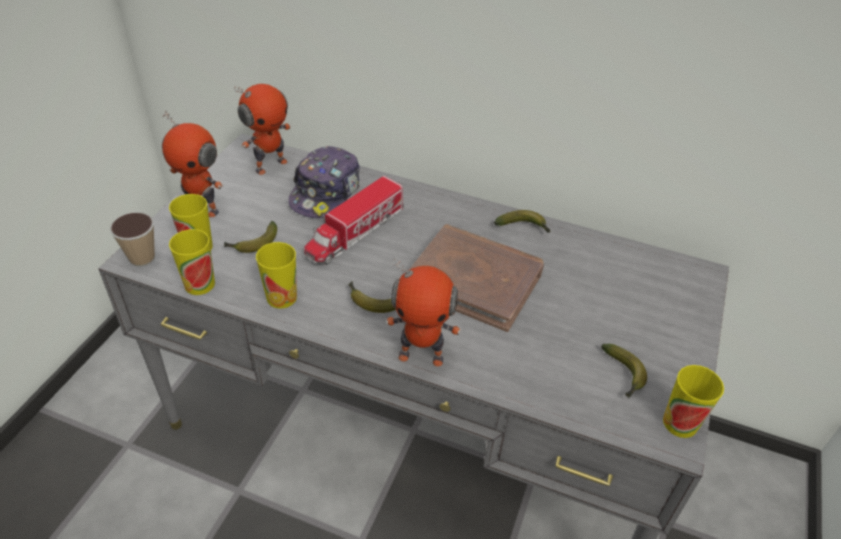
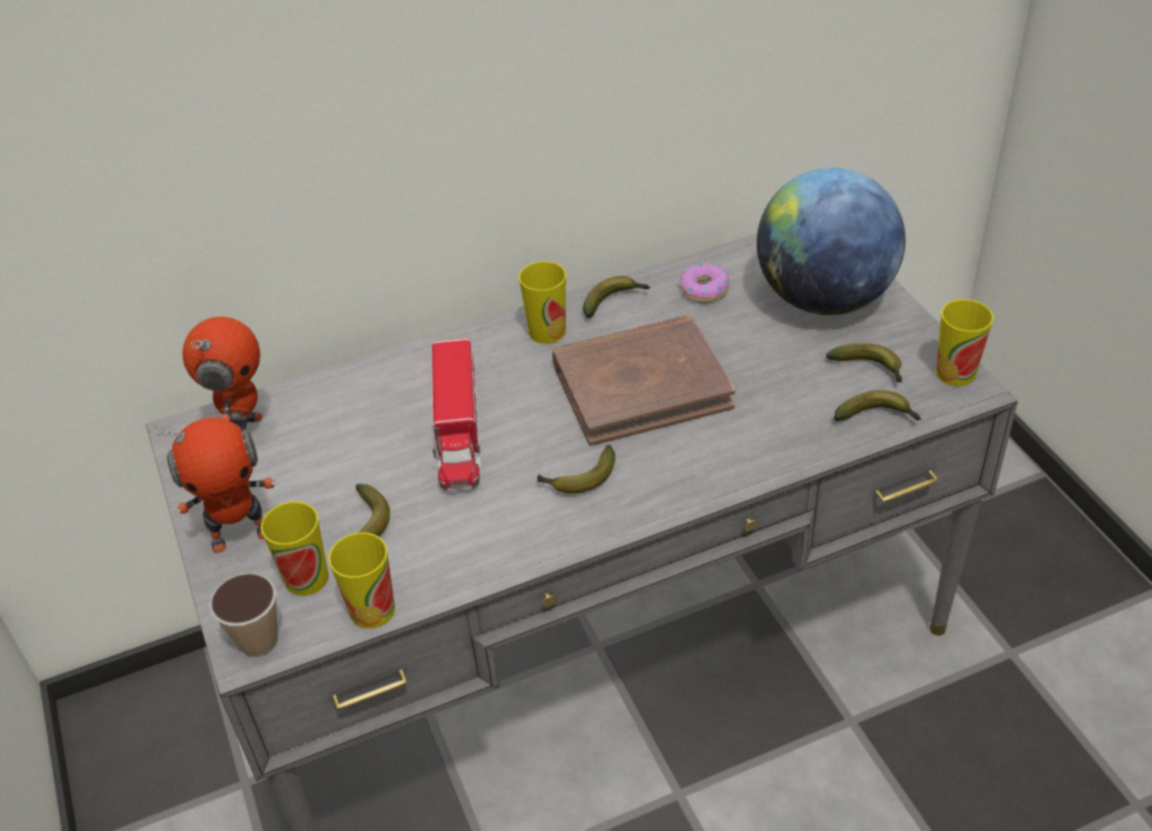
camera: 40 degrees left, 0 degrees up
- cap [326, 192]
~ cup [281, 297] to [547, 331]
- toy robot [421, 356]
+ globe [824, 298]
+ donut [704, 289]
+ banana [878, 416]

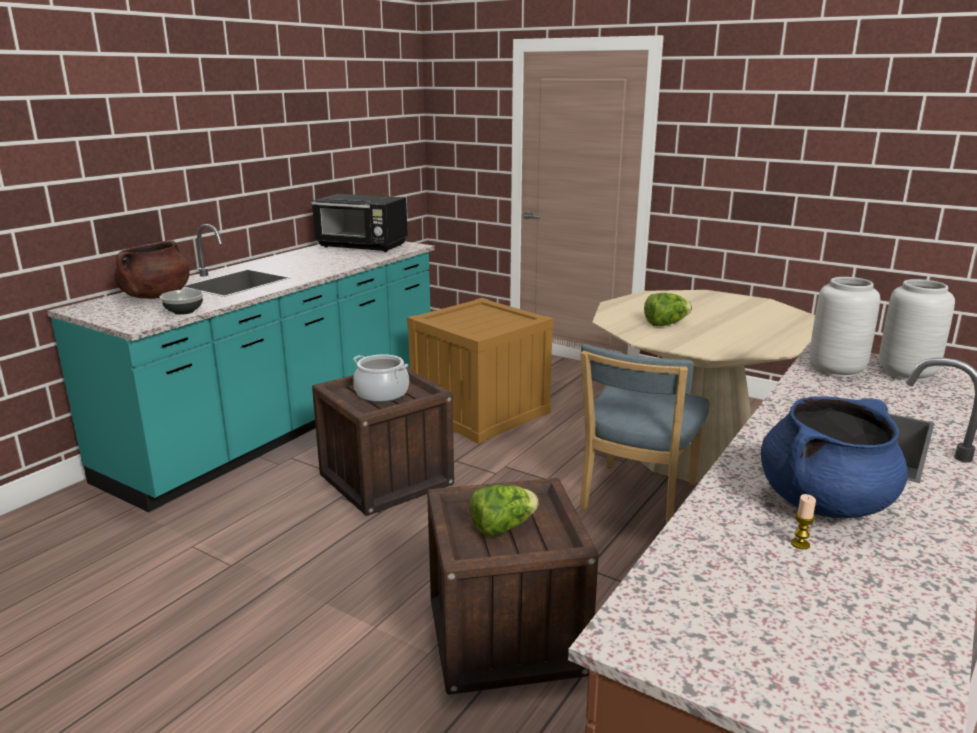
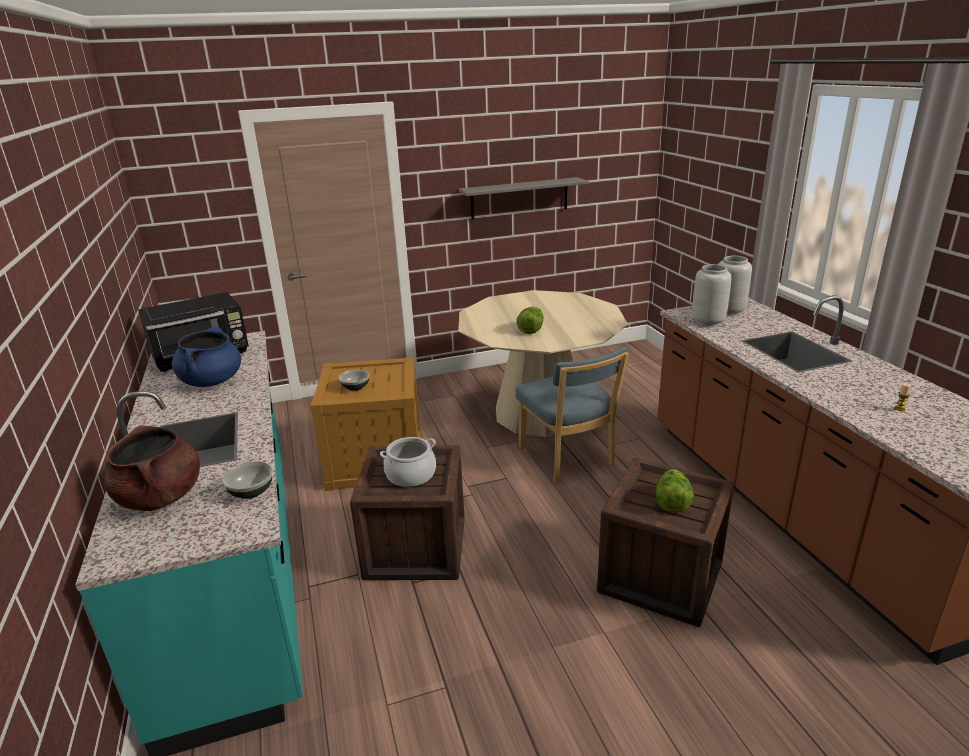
camera: 50 degrees left, 5 degrees up
~ blue cooking pot [824, 502] to [212, 381]
+ grey shelf [519, 198]
+ bowl [355, 387]

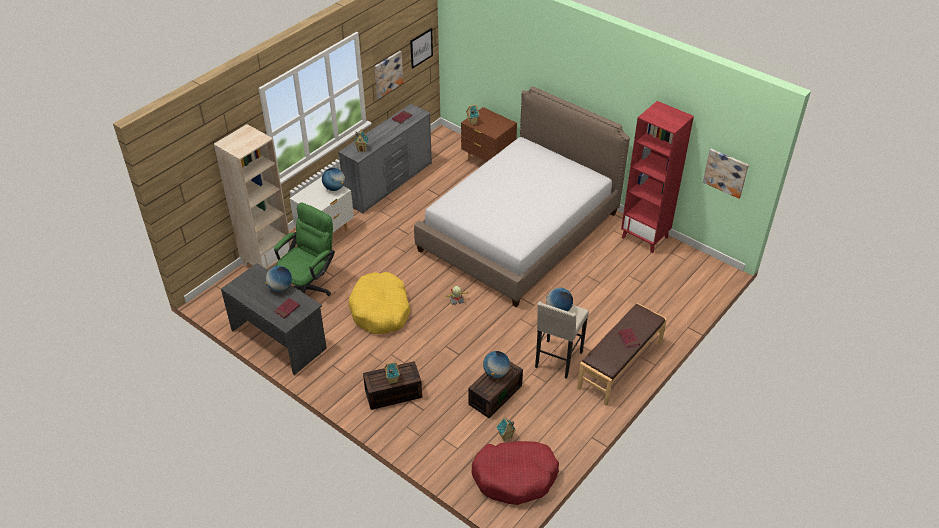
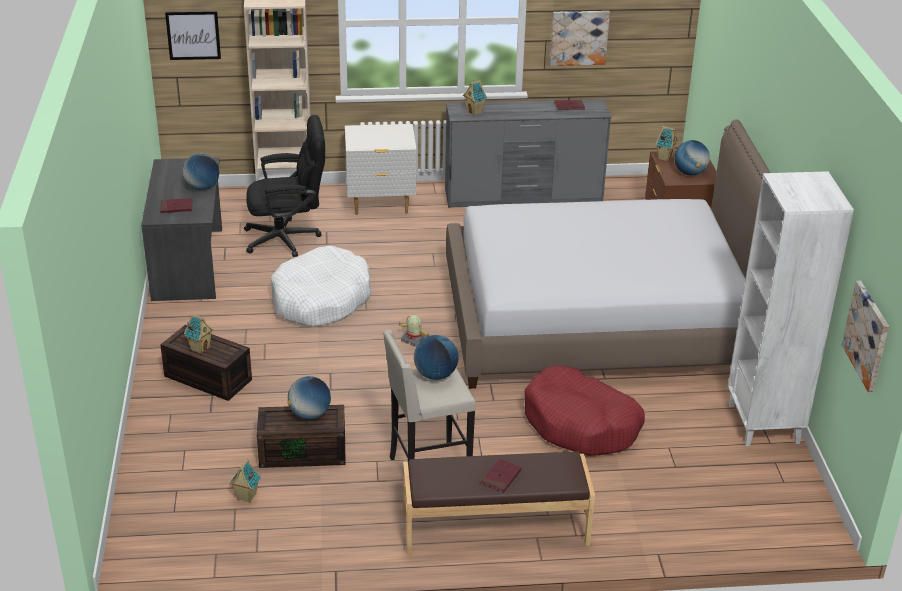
camera: 45 degrees right, 10 degrees down
~ picture [421, 48] to [193, 35]
~ red bookcase [645, 237] to white bookcase [764, 424]
~ globe [334, 188] to [690, 173]
~ green office chair [309, 286] to black office chair [289, 238]
~ yellow dog bed [380, 310] to white dog bed [321, 300]
~ red dog bed [515, 476] to [581, 424]

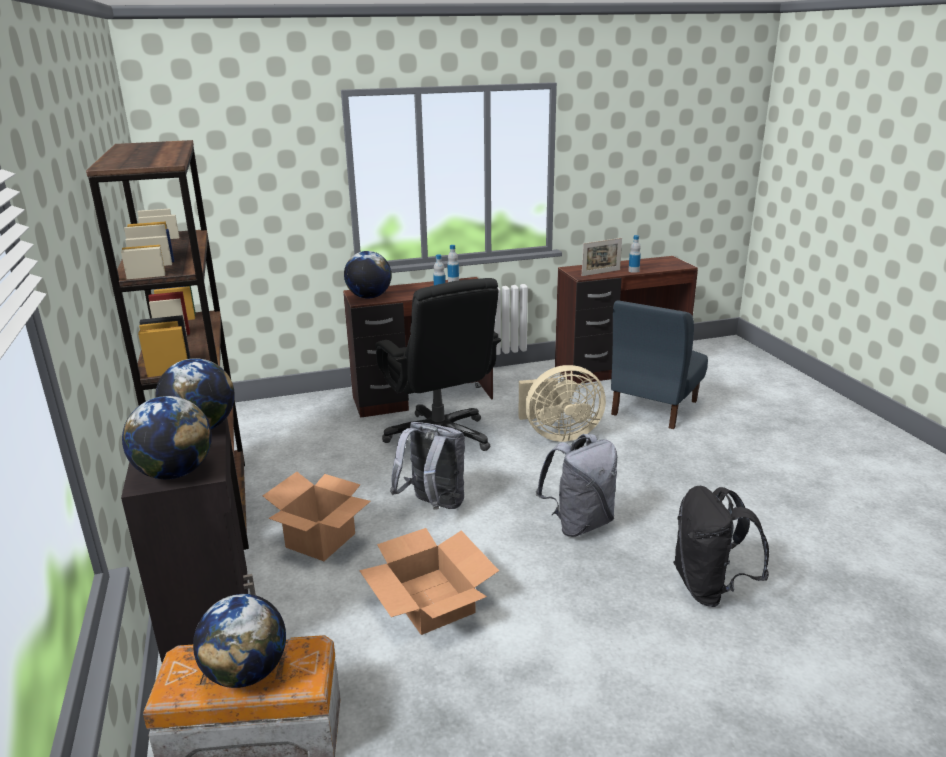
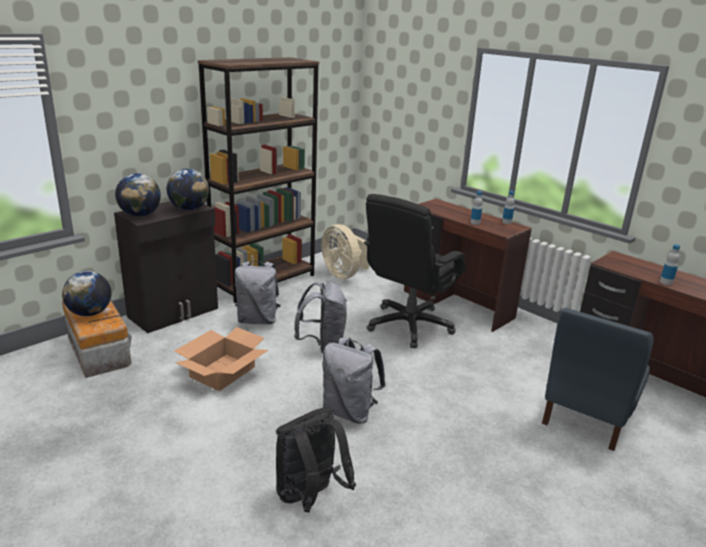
camera: 60 degrees right, 0 degrees up
- picture frame [601, 273]
- globe [369, 297]
~ blue chair [653, 408] = [586, 417] 60 degrees counterclockwise
~ beige fan [558, 434] to [344, 274]
~ cardboard box [321, 540] to grey backpack [258, 320]

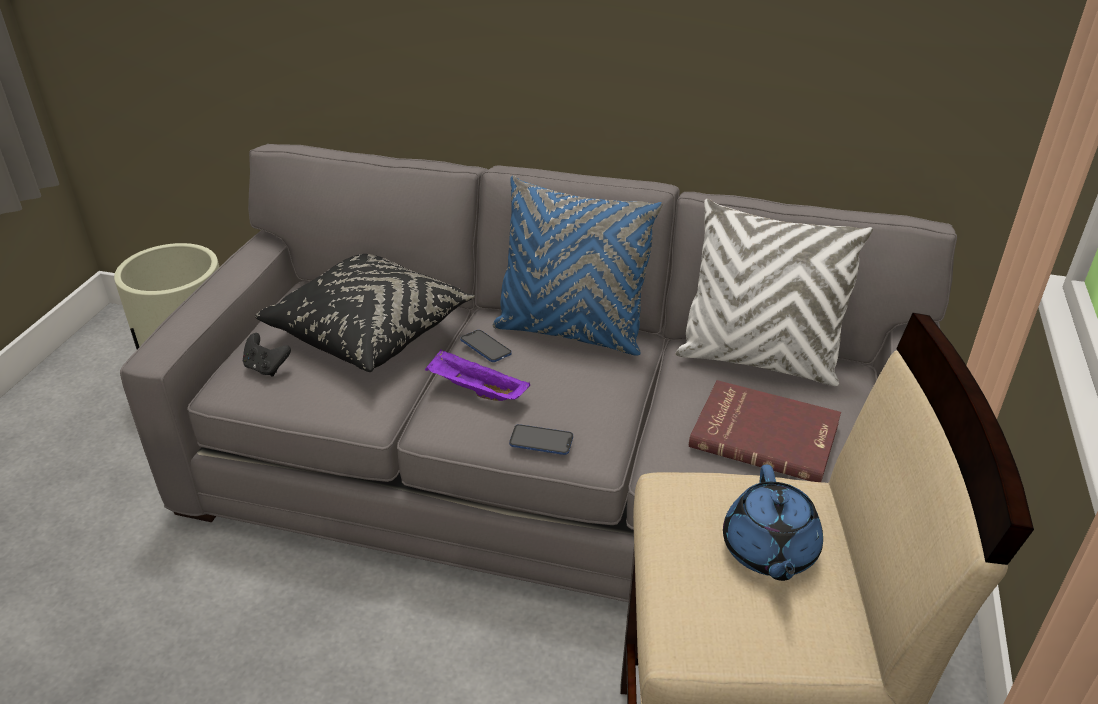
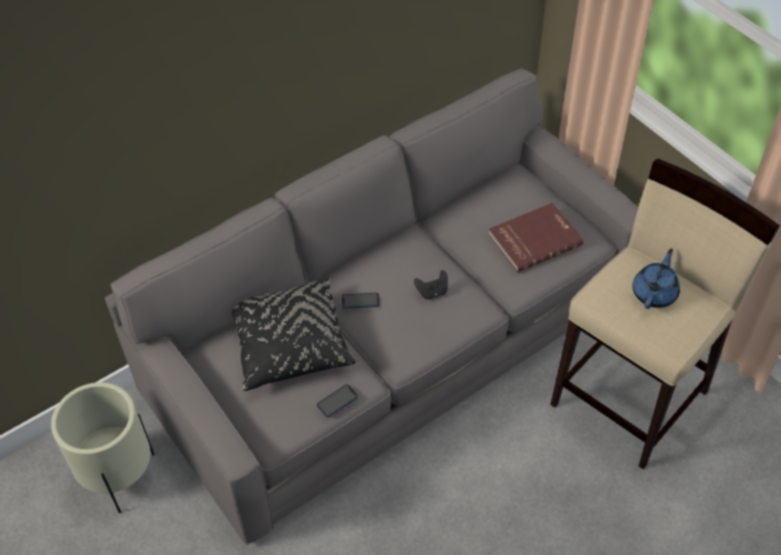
camera: 50 degrees left, 15 degrees up
- blue pillow [571, 332]
- white pillow [758, 360]
~ black game controller [266, 368] to [432, 292]
- purple tray [475, 391]
~ phone [541, 441] to [337, 401]
~ blue teapot [769, 551] = [654, 293] 105 degrees counterclockwise

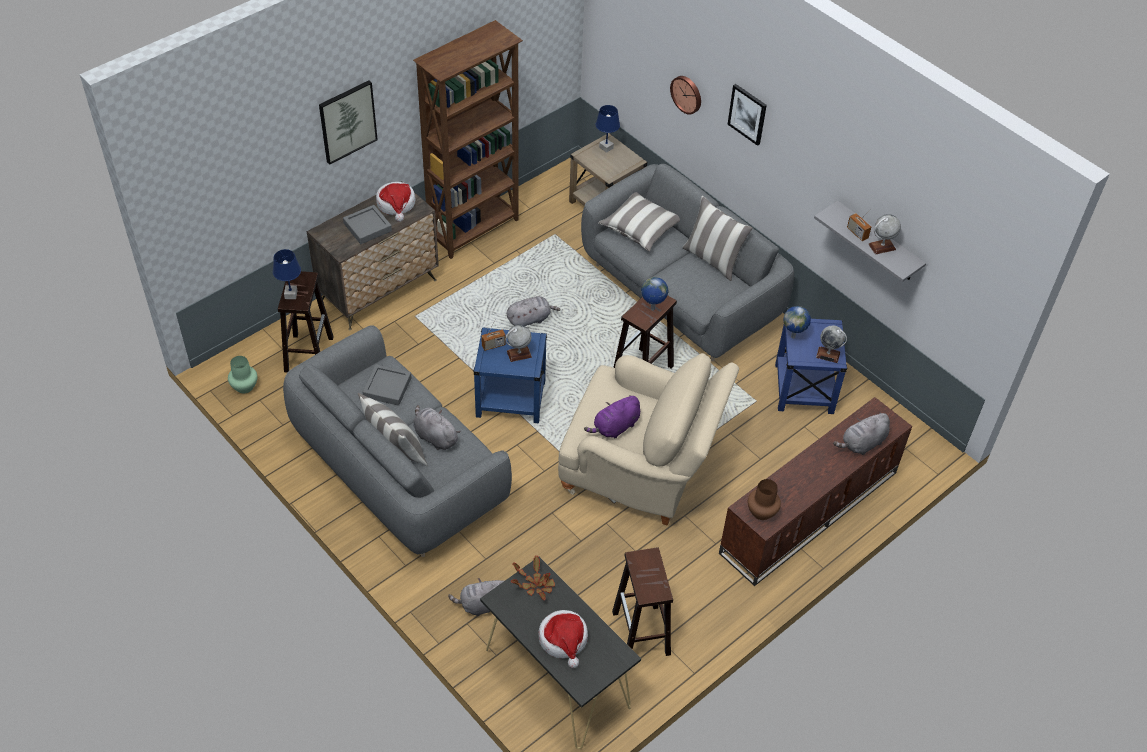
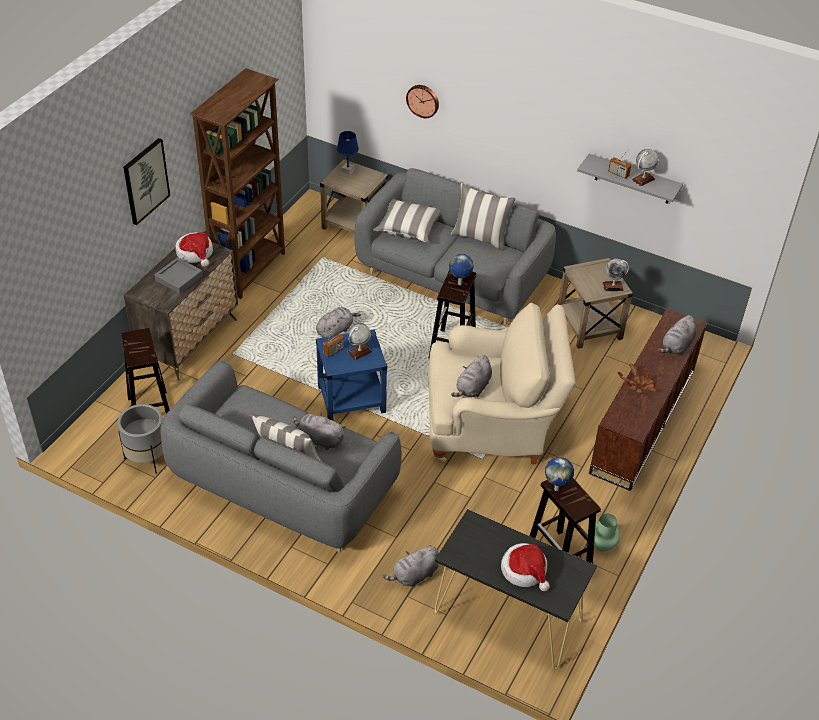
camera: 20 degrees left, 5 degrees down
- picture [747, 114]
- blue table lamp [291, 294]
~ globe [793, 336] to [556, 489]
~ blue side table [804, 389] to beige side table [589, 326]
~ green vase [244, 386] to [602, 544]
- grey tray [387, 387]
~ purple plush toy [615, 427] to grey plush toy [473, 388]
- brown vase [761, 512]
~ potted plant [535, 584] to [637, 385]
+ grey planter [147, 458]

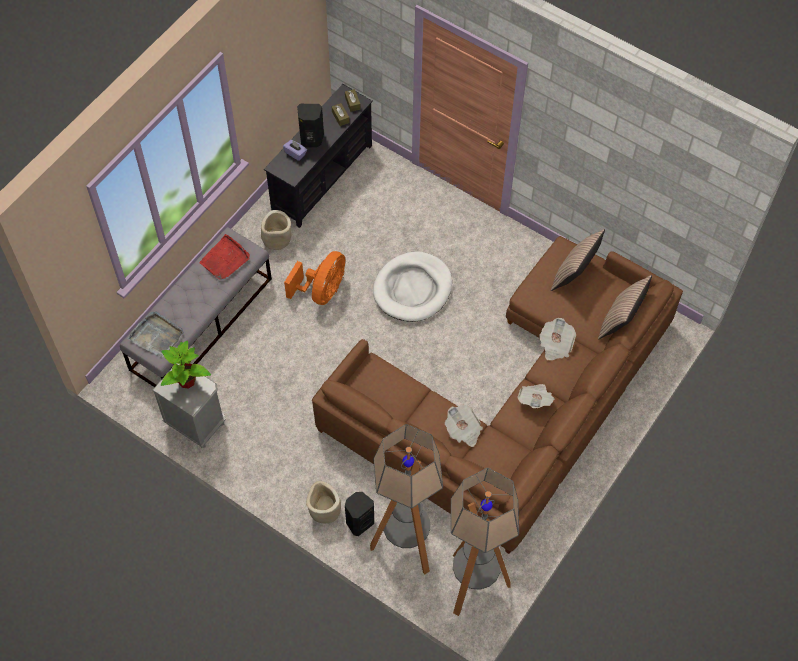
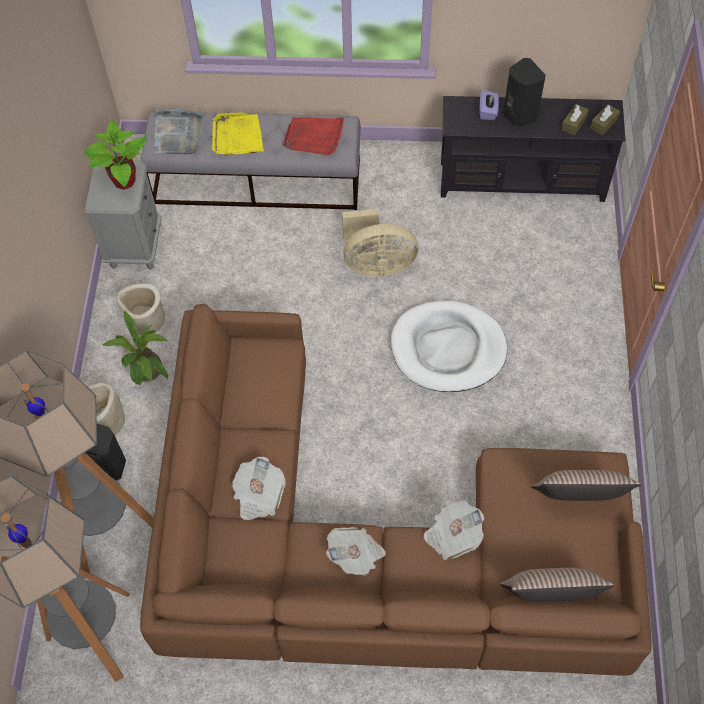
camera: 60 degrees right, 0 degrees up
~ beige planter [277, 240] to [145, 321]
~ orange fan [322, 291] to beige fan [376, 263]
+ yellow tray [237, 136]
+ potted plant [147, 373]

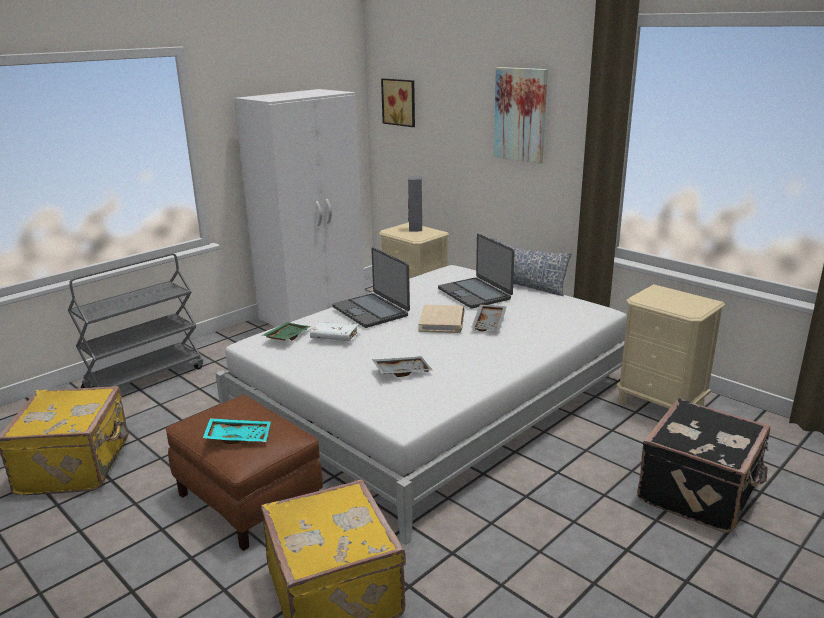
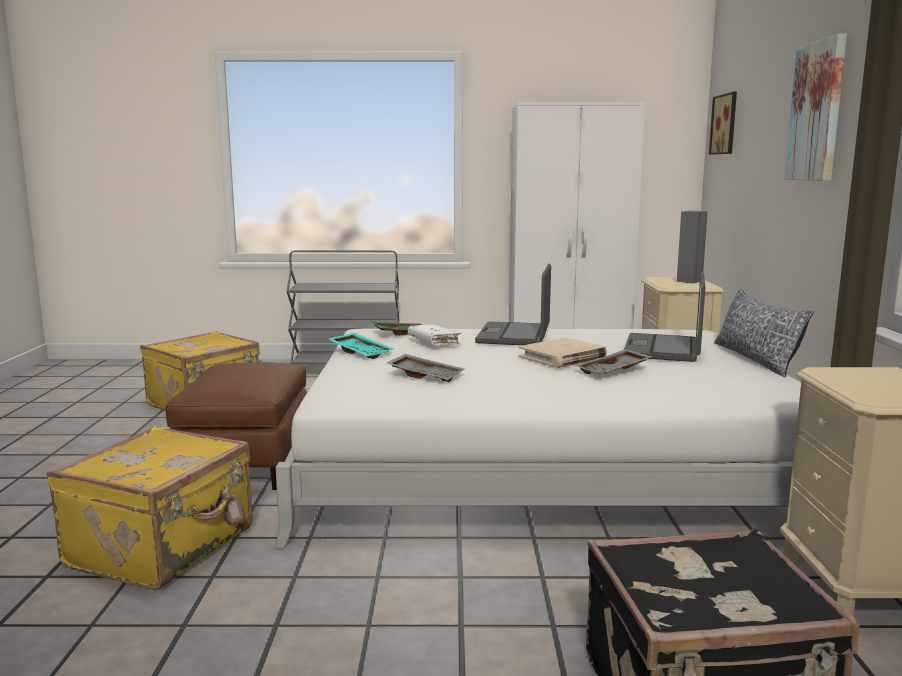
camera: 45 degrees right, 10 degrees down
~ turquoise tray [238, 437] to [362, 353]

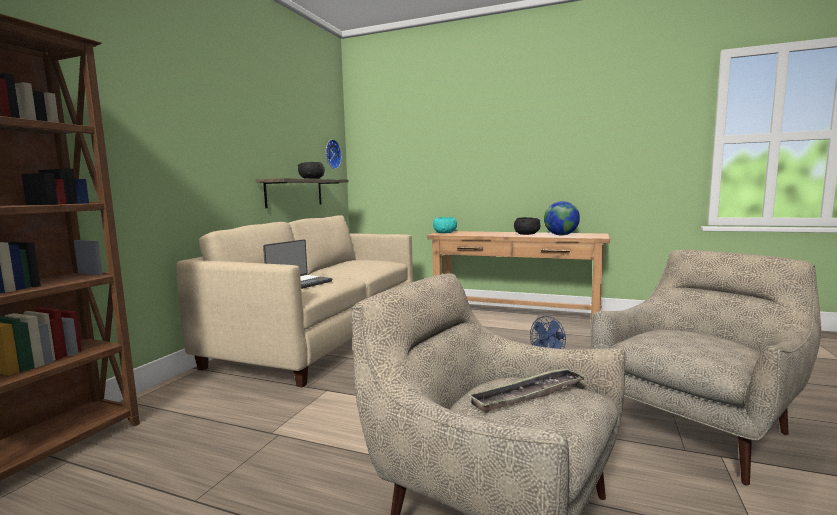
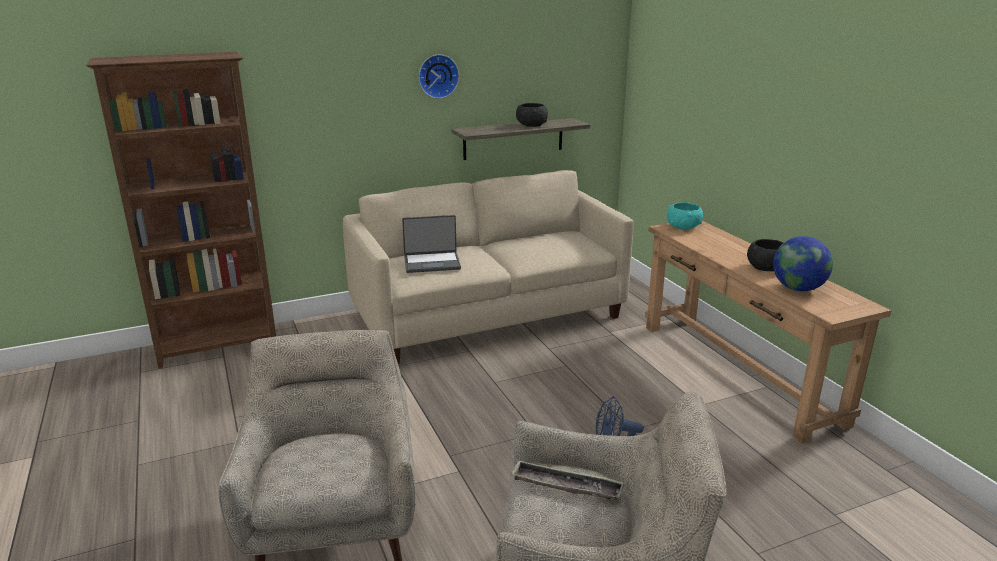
camera: 45 degrees right, 15 degrees up
~ wall clock [331, 154] to [437, 76]
~ tray [528, 395] to [566, 485]

